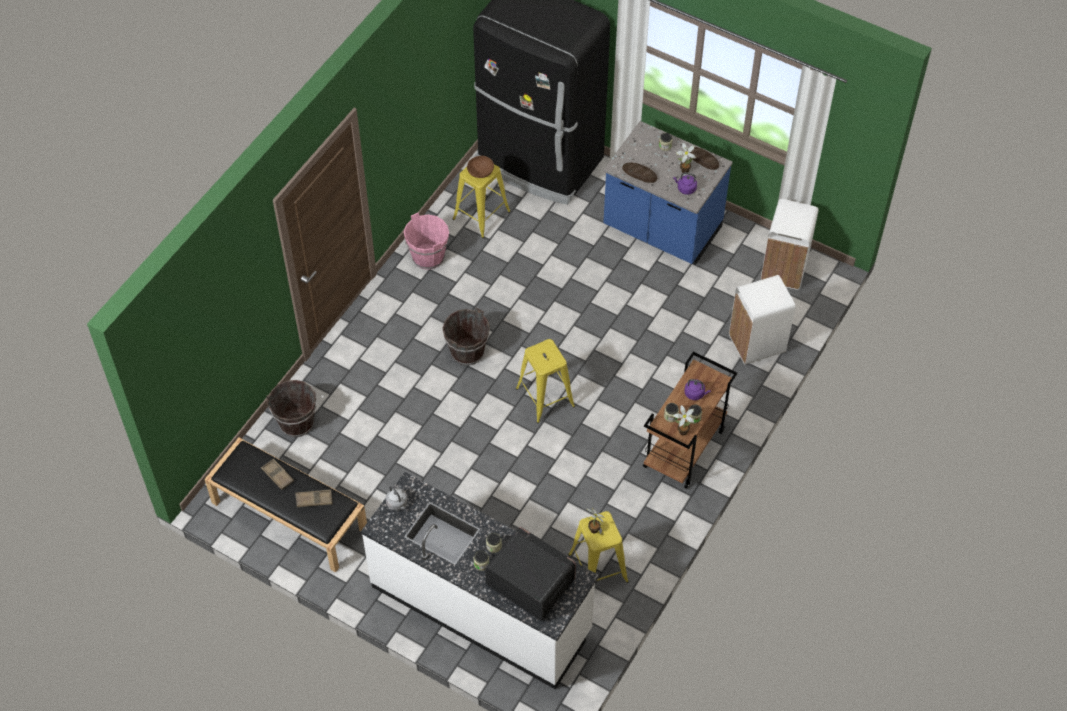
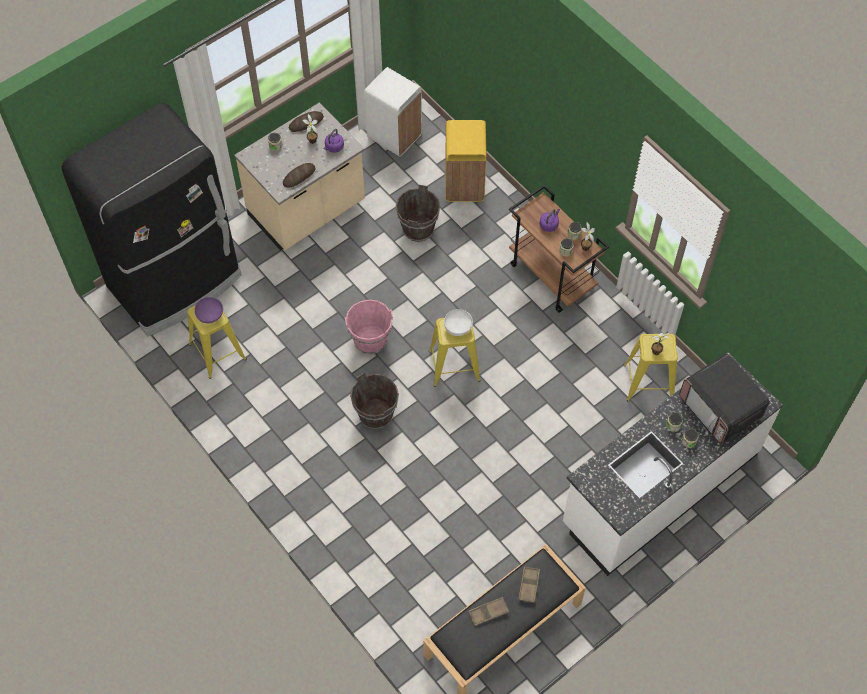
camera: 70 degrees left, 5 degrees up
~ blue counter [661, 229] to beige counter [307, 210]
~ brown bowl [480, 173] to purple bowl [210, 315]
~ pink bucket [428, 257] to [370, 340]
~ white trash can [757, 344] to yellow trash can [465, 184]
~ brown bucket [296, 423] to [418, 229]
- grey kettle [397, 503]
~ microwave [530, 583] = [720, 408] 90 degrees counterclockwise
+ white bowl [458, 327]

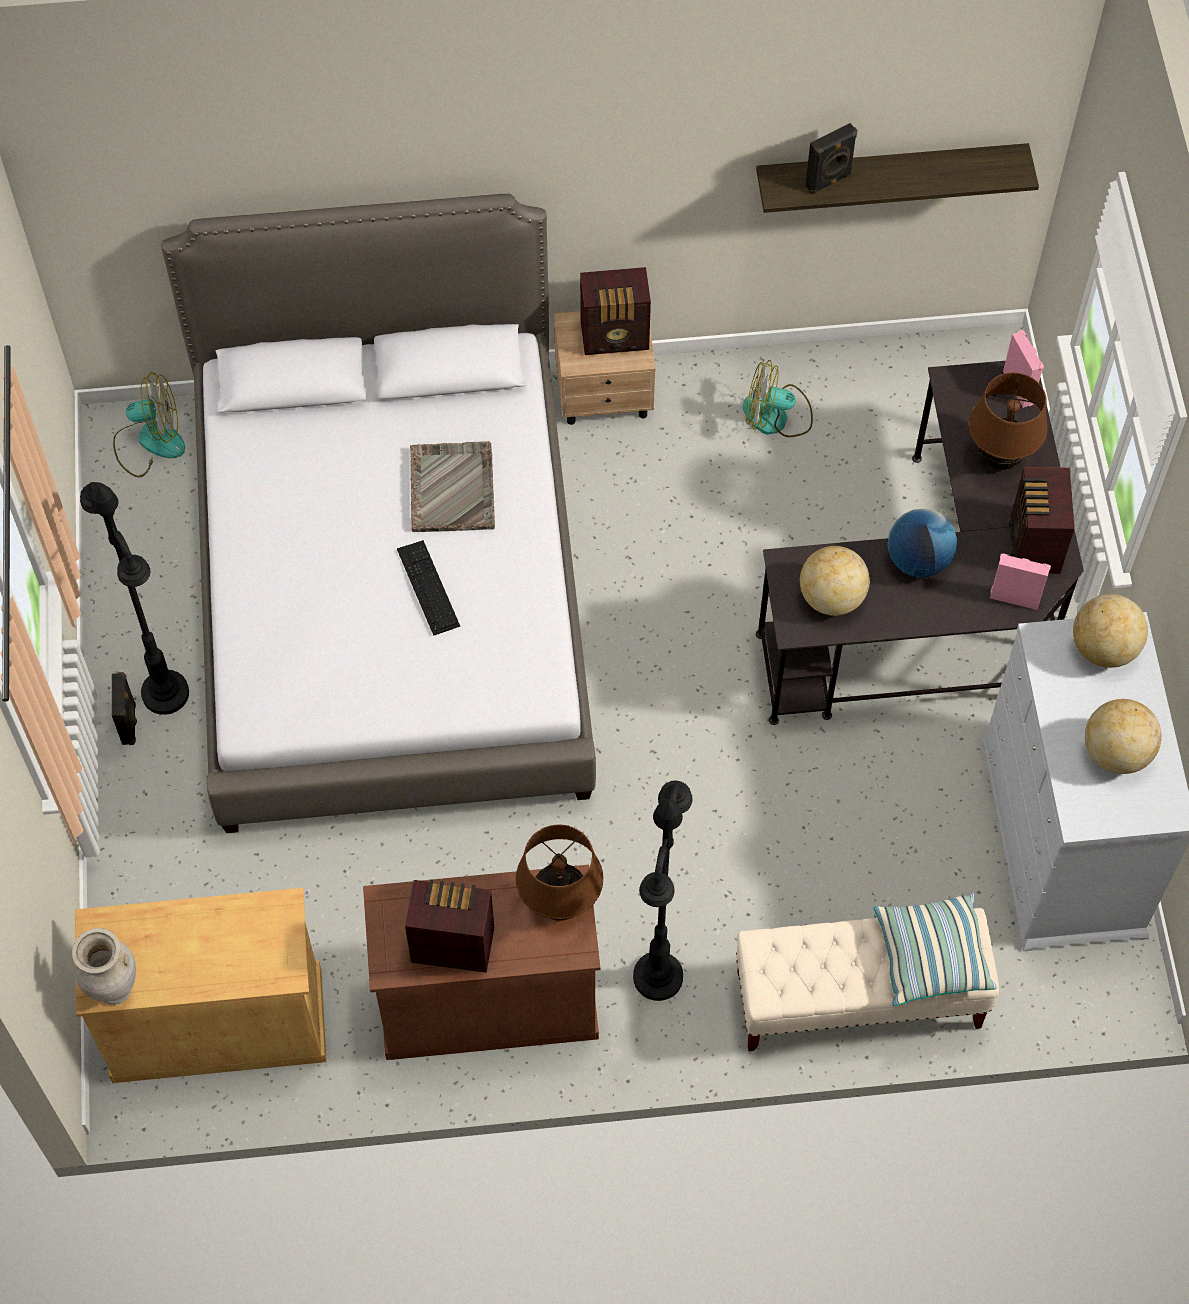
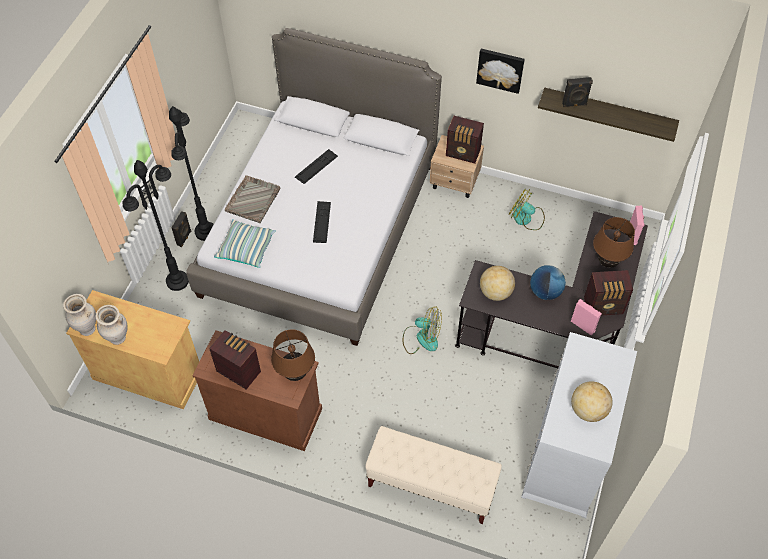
camera: 25 degrees right, 5 degrees down
~ fan [149, 442] to [421, 338]
~ grey tray [452, 487] to [253, 199]
~ radio [1033, 545] = [604, 306] 120 degrees counterclockwise
- globe [1103, 648]
~ black floor lamp [657, 976] to [177, 281]
~ pillow [931, 955] to [246, 248]
+ picture [500, 69]
+ keyboard [316, 166]
+ beige vase [118, 339]

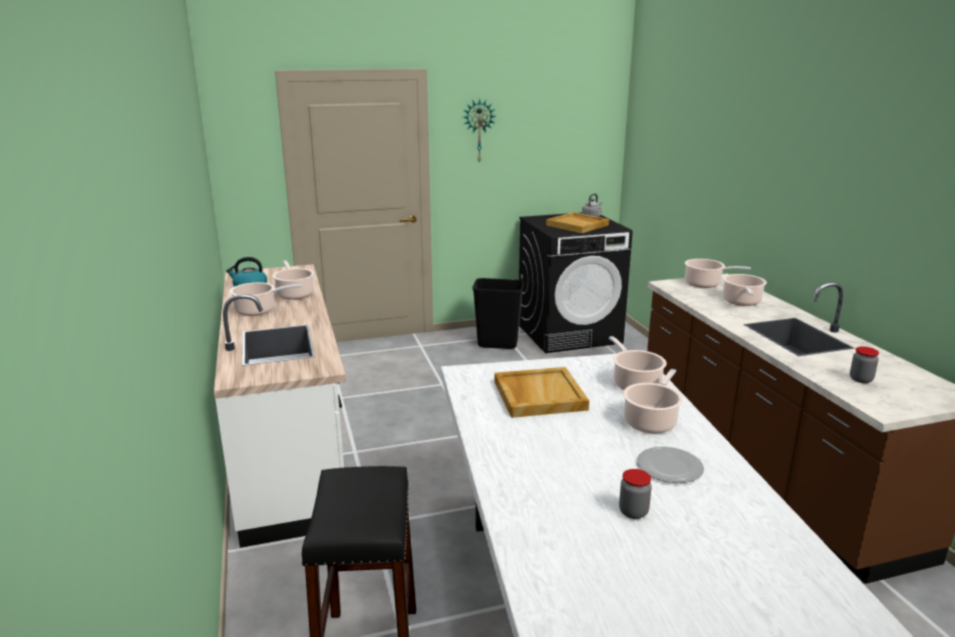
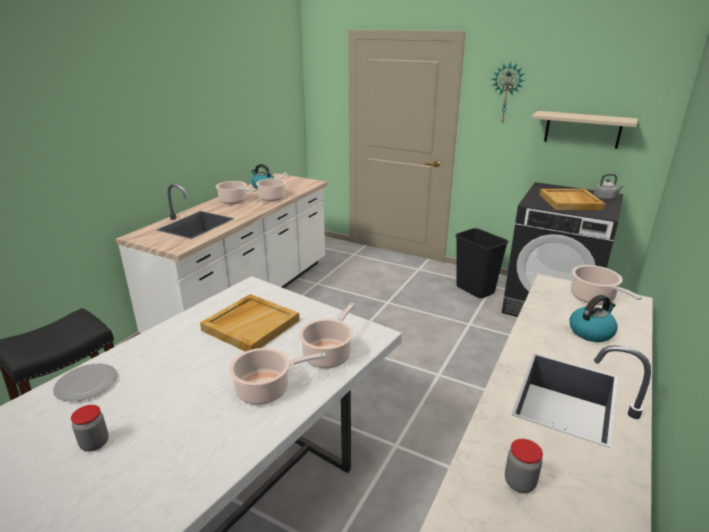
camera: 45 degrees right, 5 degrees up
~ cooking pot [741, 302] to kettle [591, 332]
~ plate [668, 467] to [86, 384]
+ beige shelf [582, 129]

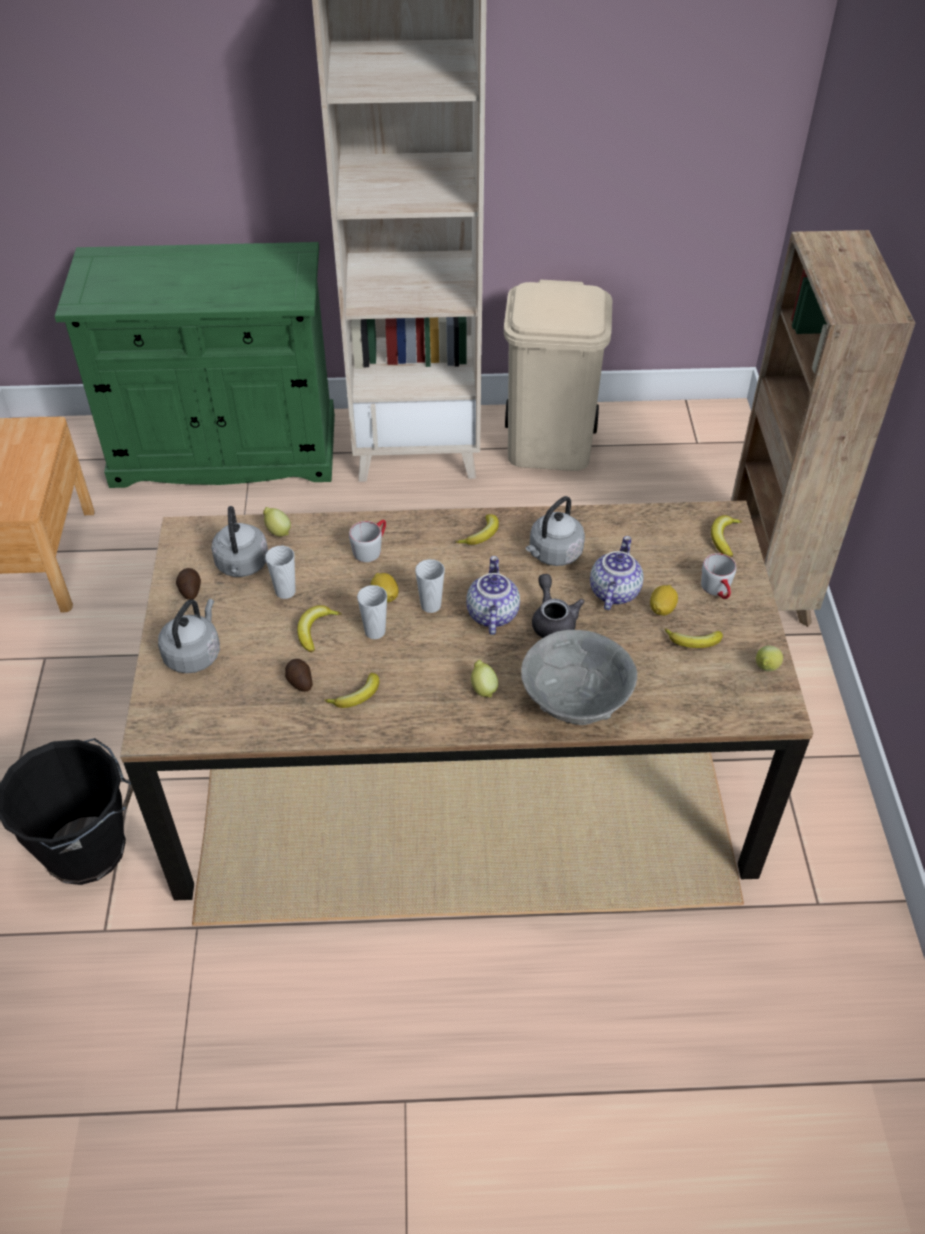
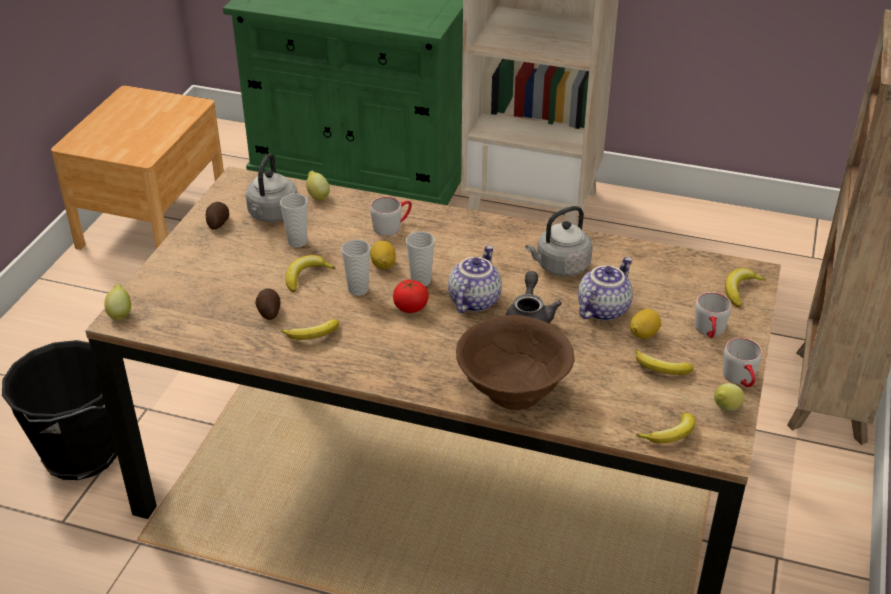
camera: 20 degrees right, 10 degrees down
- beige trash can [550, 447]
~ banana [481, 535] to [670, 435]
- grey kettle [194, 653]
~ grey bowl [575, 704] to brown bowl [513, 391]
~ lemon [483, 688] to [120, 313]
+ tomato [410, 307]
+ grey mug [741, 379]

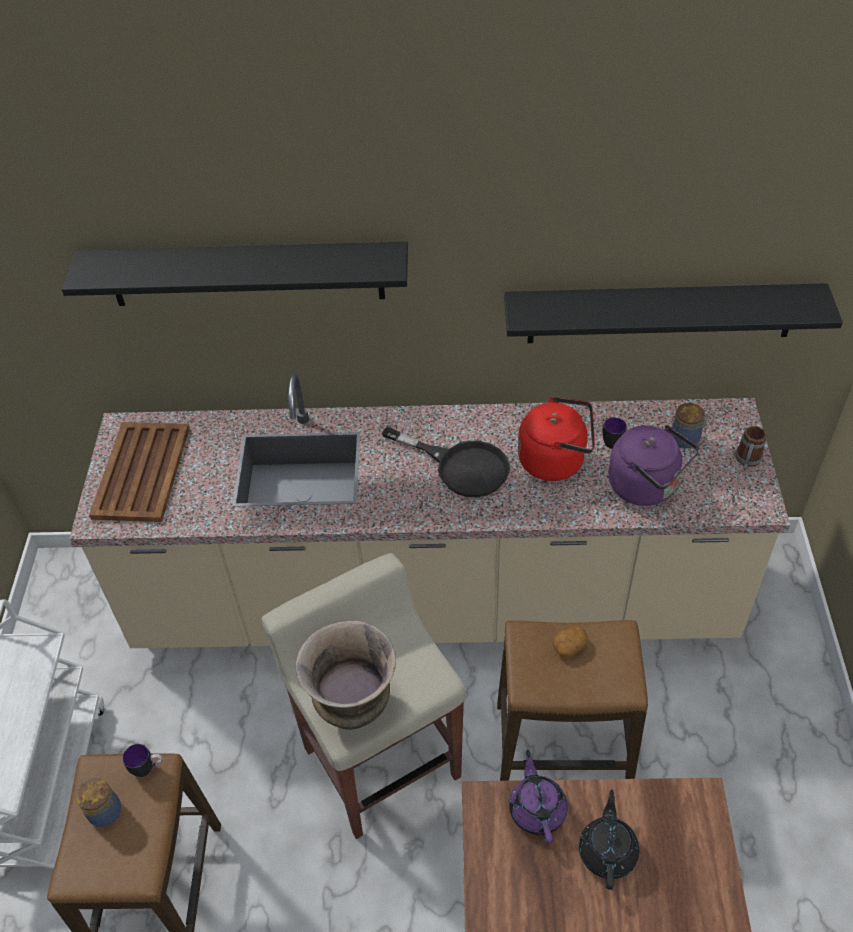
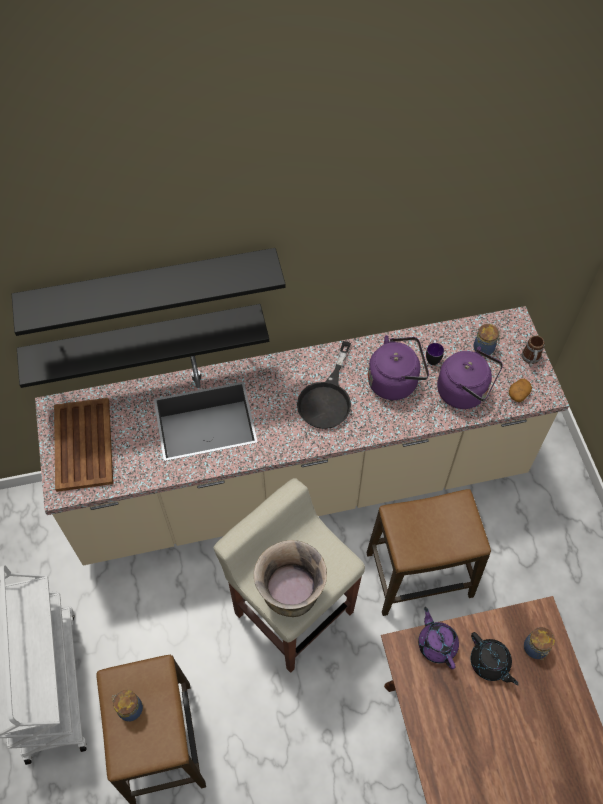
camera: 15 degrees left, 10 degrees up
~ black shelf [660, 313] to [144, 340]
~ red kettle [556, 460] to purple kettle [395, 381]
~ black frying pan [461, 466] = [327, 398] 90 degrees clockwise
~ potato [569, 646] to [518, 393]
- mug [148, 768]
~ black teapot [608, 851] = [490, 663] 150 degrees clockwise
+ jar [535, 649]

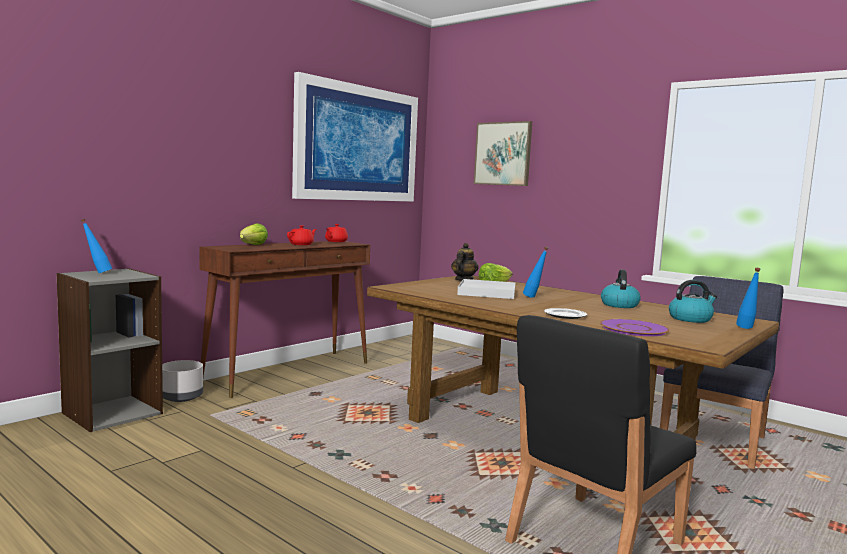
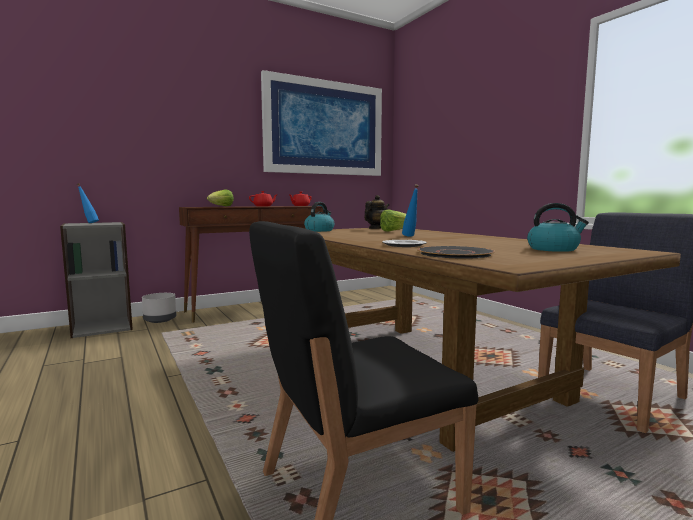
camera: 20 degrees right, 0 degrees up
- picture [503, 154]
- blue bottle [746, 329]
~ kettle [619, 305] to [319, 230]
- white tray [487, 292]
~ purple plate [633, 329] to black plate [455, 253]

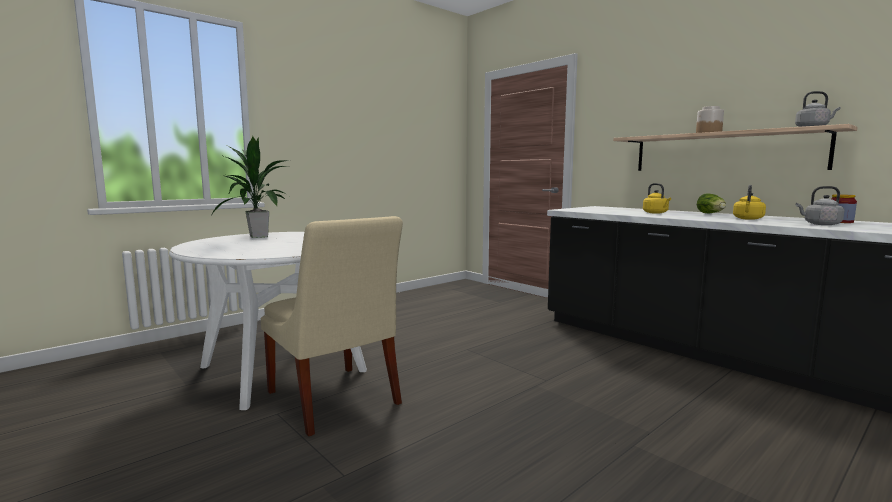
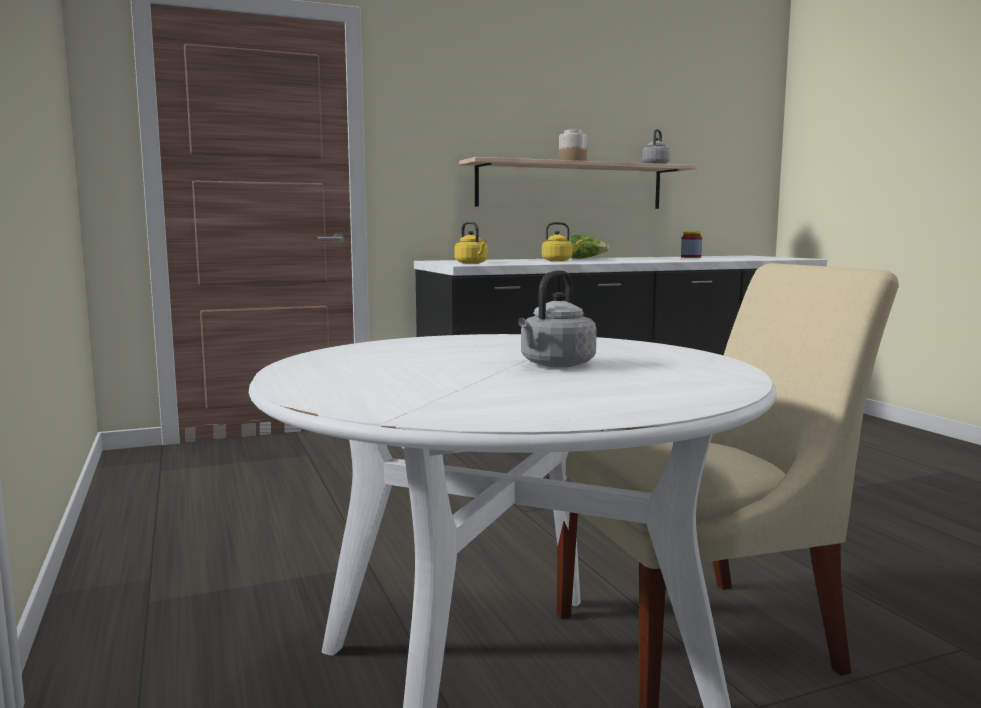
camera: 70 degrees left, 0 degrees up
- potted plant [259, 236]
~ yellow kettle [748, 219] to [472, 263]
~ grey kettle [820, 224] to [555, 365]

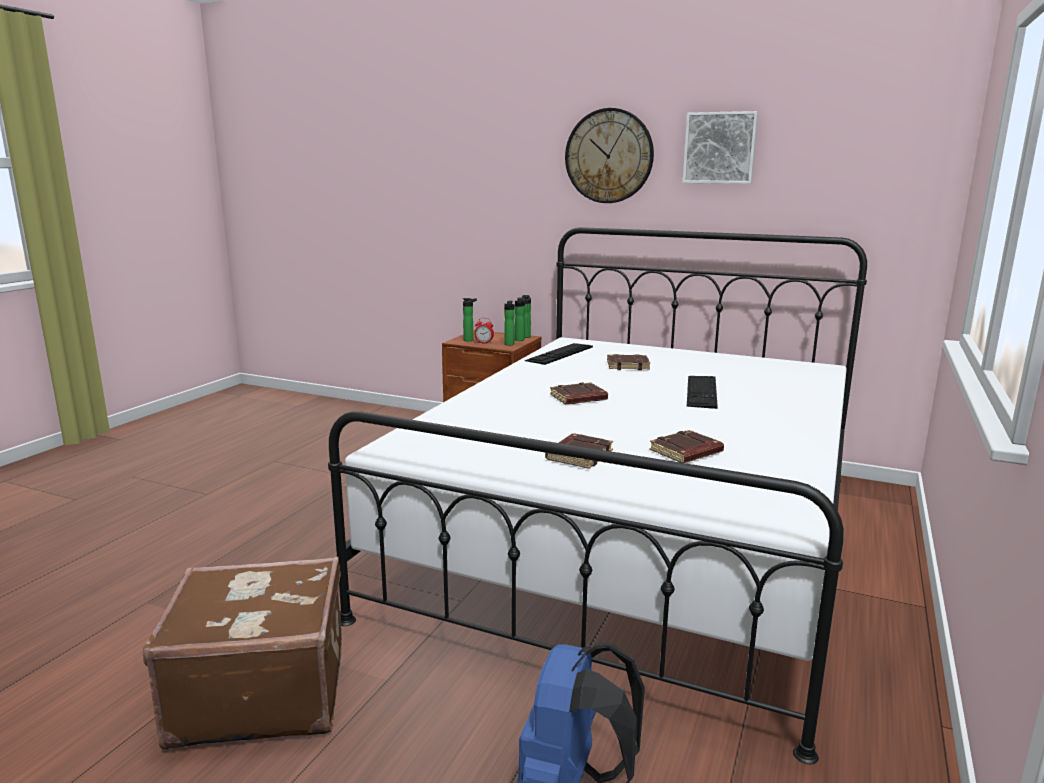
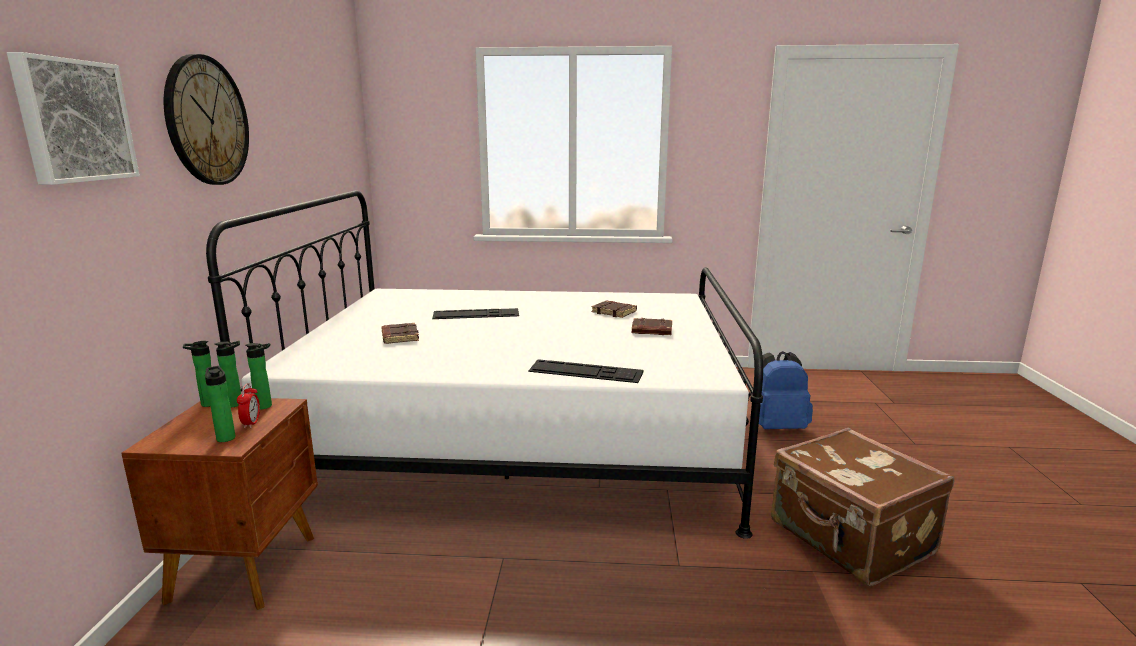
camera: 110 degrees left, 0 degrees up
~ picture [720, 148] to [73, 121]
~ keyboard [559, 354] to [585, 372]
- brown book [578, 398]

